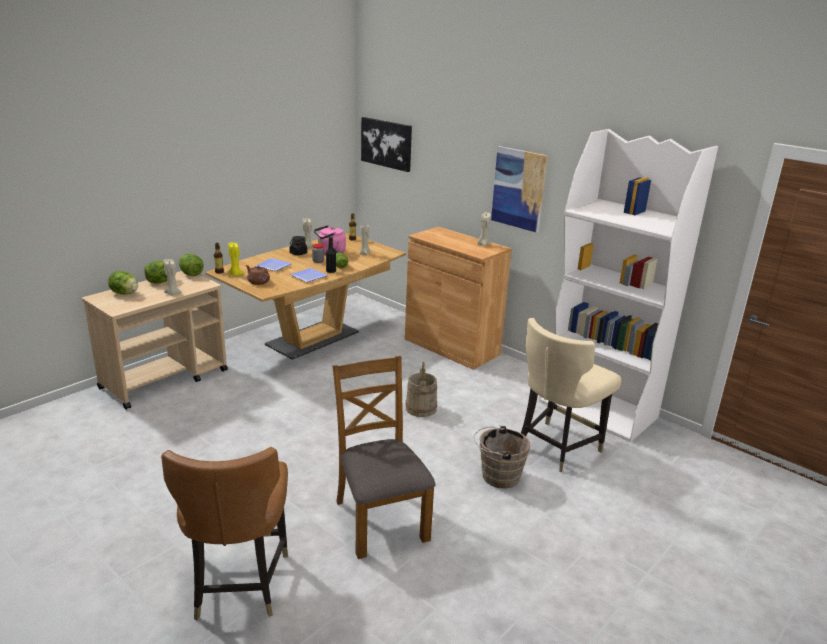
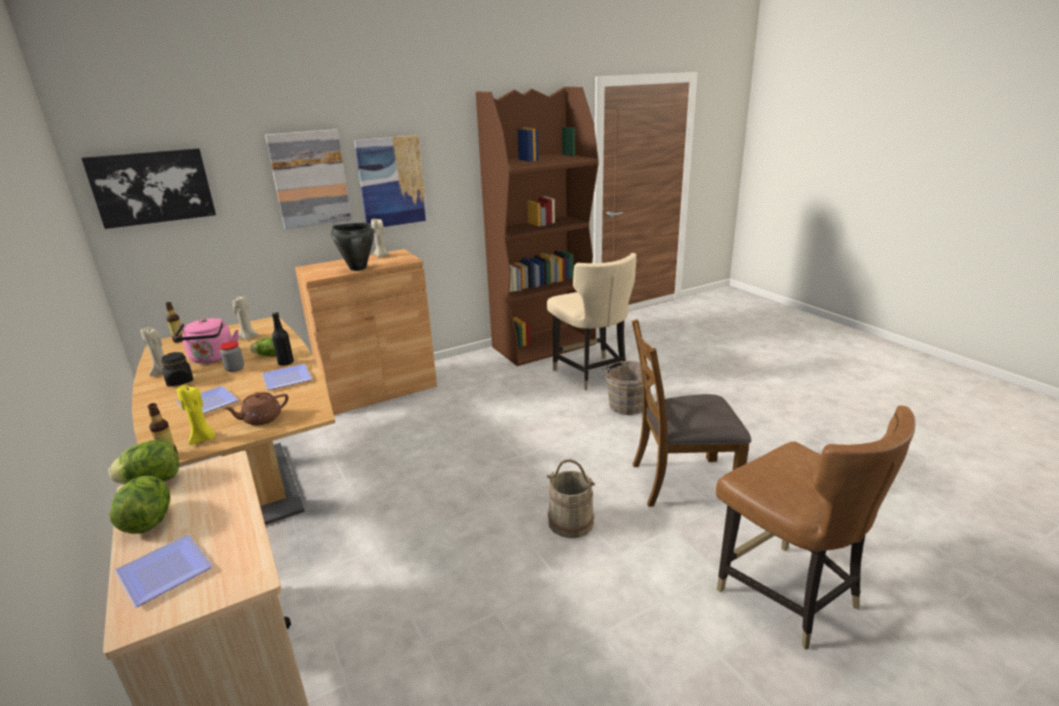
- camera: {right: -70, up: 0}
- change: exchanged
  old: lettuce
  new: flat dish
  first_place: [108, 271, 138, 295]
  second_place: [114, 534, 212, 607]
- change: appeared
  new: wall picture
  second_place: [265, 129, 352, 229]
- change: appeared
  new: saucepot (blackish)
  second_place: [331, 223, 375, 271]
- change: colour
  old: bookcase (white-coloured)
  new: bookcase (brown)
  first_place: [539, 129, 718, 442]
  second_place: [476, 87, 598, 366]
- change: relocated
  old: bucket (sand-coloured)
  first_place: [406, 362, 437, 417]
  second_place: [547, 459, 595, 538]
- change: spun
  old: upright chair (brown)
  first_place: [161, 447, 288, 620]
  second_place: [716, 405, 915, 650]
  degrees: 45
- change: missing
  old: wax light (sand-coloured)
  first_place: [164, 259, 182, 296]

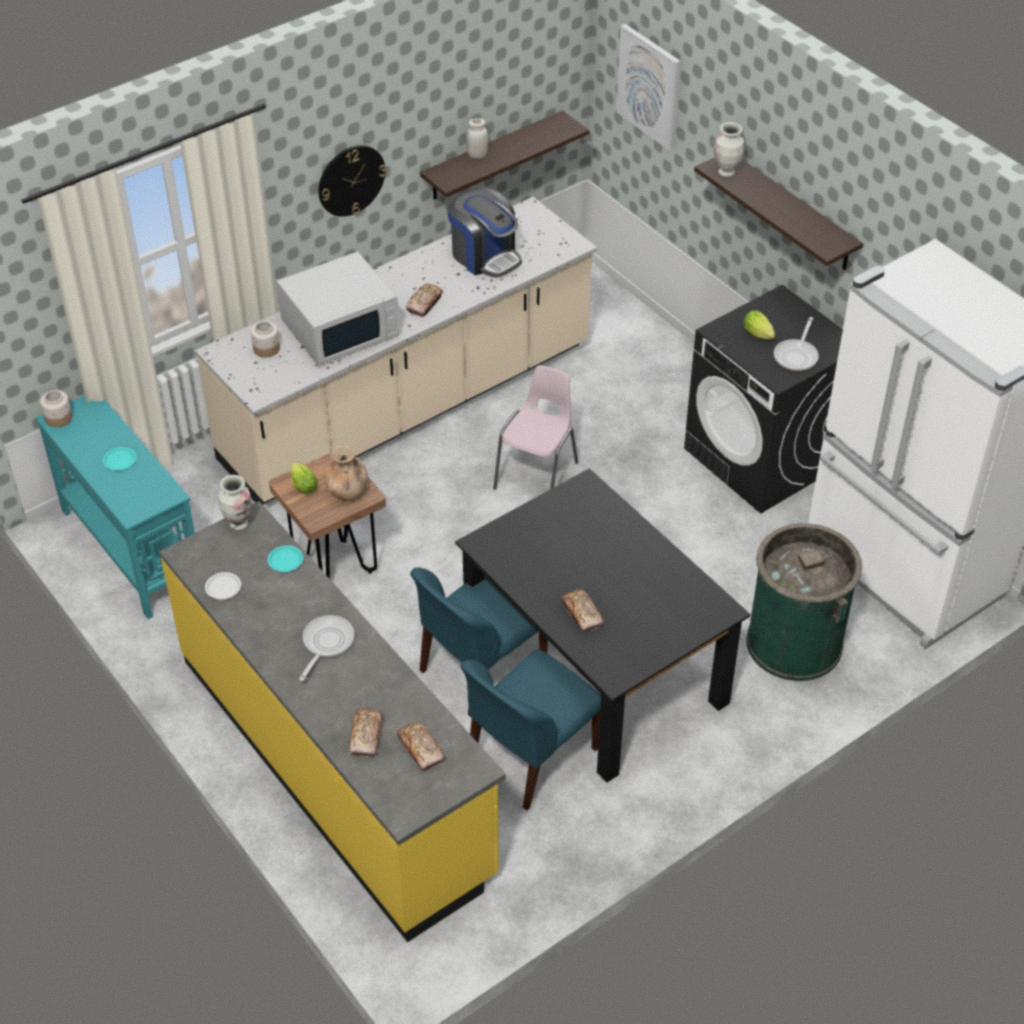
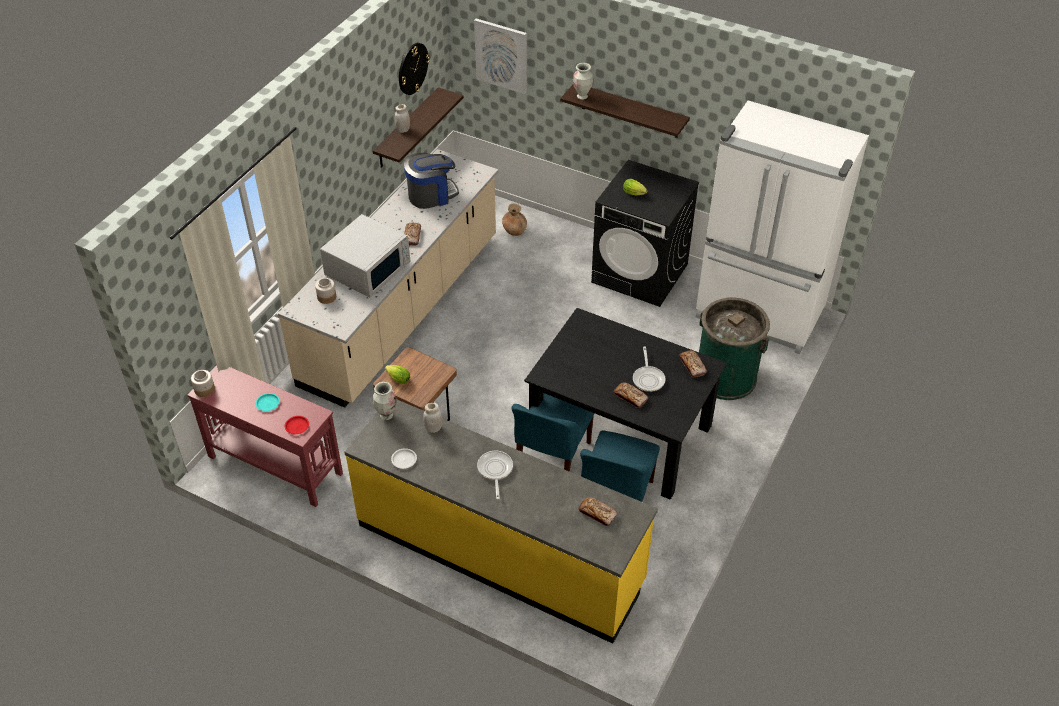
- camera: {right: -25, up: 0}
- change: colour
  old: hall table (turquoise-coloured)
  new: hall table (reddish)
  first_place: [35, 395, 195, 619]
  second_place: [187, 365, 343, 507]
- change: appeared
  new: flat dish (reddish)
  second_place: [285, 416, 309, 434]
- change: relocated
  old: hanging clock
  first_place: [318, 145, 386, 217]
  second_place: [399, 43, 430, 95]
- change: spun
  old: coffee maker
  first_place: [447, 187, 522, 277]
  second_place: [404, 153, 459, 209]
  degrees: -45
- change: exchanged
  old: flat dish (turquoise-coloured)
  new: storage jar (white-coloured)
  first_place: [268, 545, 303, 572]
  second_place: [423, 403, 442, 433]
- change: relocated
  old: vase (brown)
  first_place: [324, 445, 368, 501]
  second_place: [502, 204, 527, 236]
- change: relocated
  old: frying pan
  first_place: [774, 317, 819, 371]
  second_place: [633, 346, 666, 392]
- change: relocated
  old: bakery bread
  first_place: [349, 709, 382, 757]
  second_place: [680, 350, 707, 378]
- change: missing
  old: upright chair (pink)
  first_place: [493, 365, 578, 490]

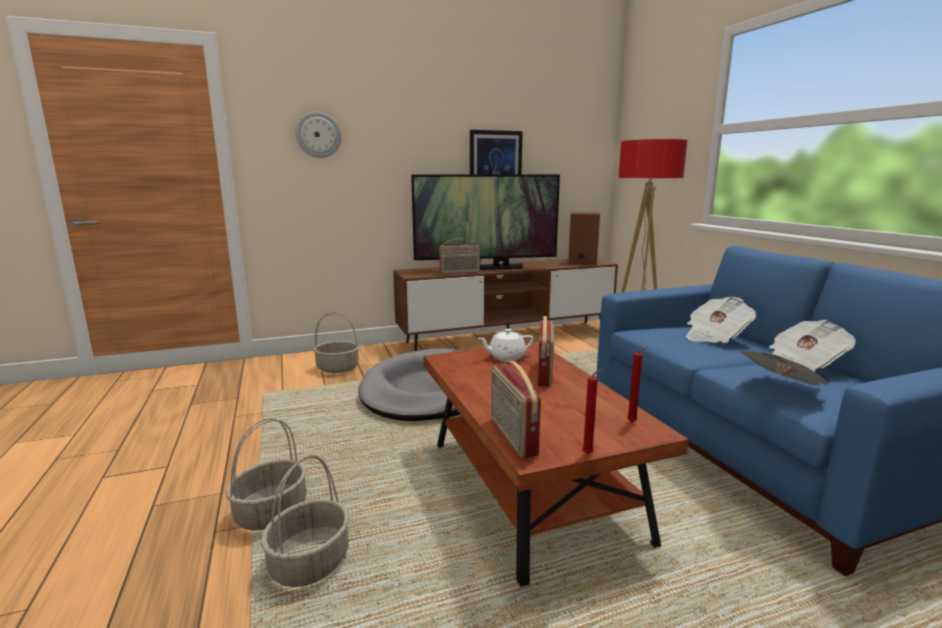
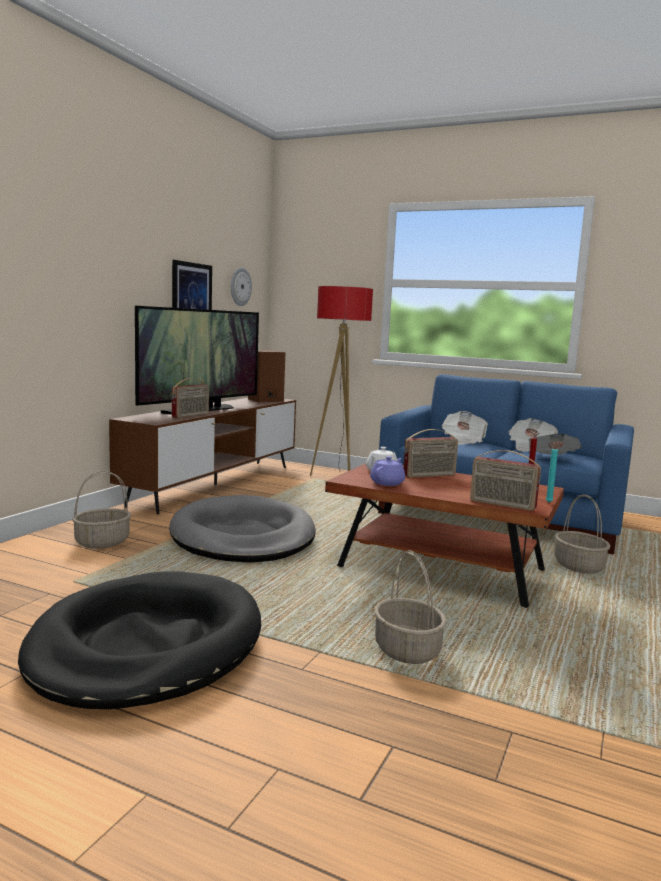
- camera: {right: -45, up: -5}
- change: appeared
  new: dog bed (blackish)
  second_place: [18, 571, 261, 709]
- change: relocated
  old: hanging clock
  first_place: [296, 111, 341, 158]
  second_place: [231, 268, 252, 306]
- change: appeared
  new: tea pot (purple-coloured)
  second_place: [370, 456, 405, 486]
- change: spun
  old: radio receiver
  first_place: [538, 316, 554, 386]
  second_place: [403, 429, 458, 478]
  degrees: 105
- change: colour
  old: wax light (reddish)
  new: wax light (turquoise-coloured)
  first_place: [582, 369, 602, 455]
  second_place: [546, 443, 558, 503]
- change: relocated
  old: basket
  first_place: [226, 418, 307, 530]
  second_place: [555, 494, 610, 574]

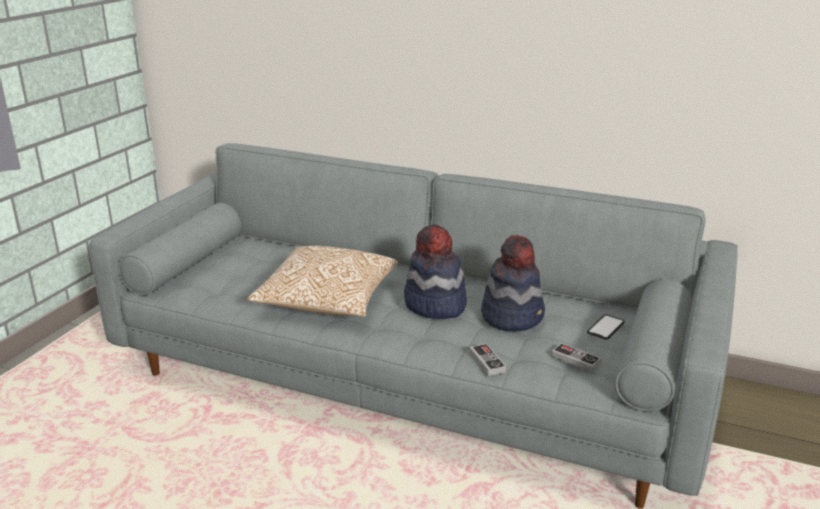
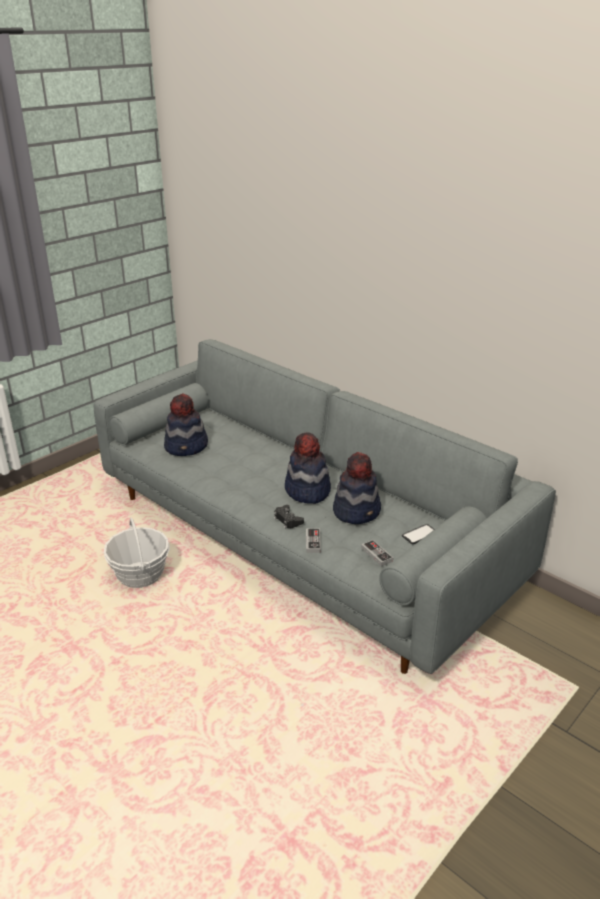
- camera: {right: 20, up: 5}
- change: appeared
  new: basket
  second_place: [104, 518, 170, 588]
- change: appeared
  new: clothing hat
  second_place: [164, 393, 208, 456]
- change: appeared
  new: gamepad (blackish)
  second_place: [274, 505, 304, 529]
- change: missing
  old: cushion
  first_place: [247, 246, 398, 317]

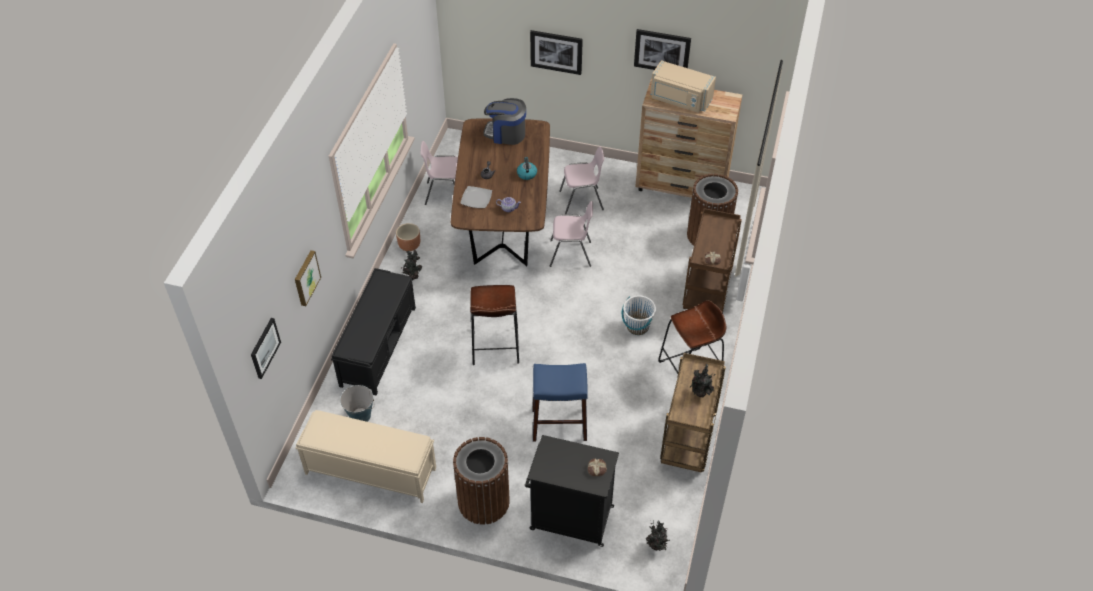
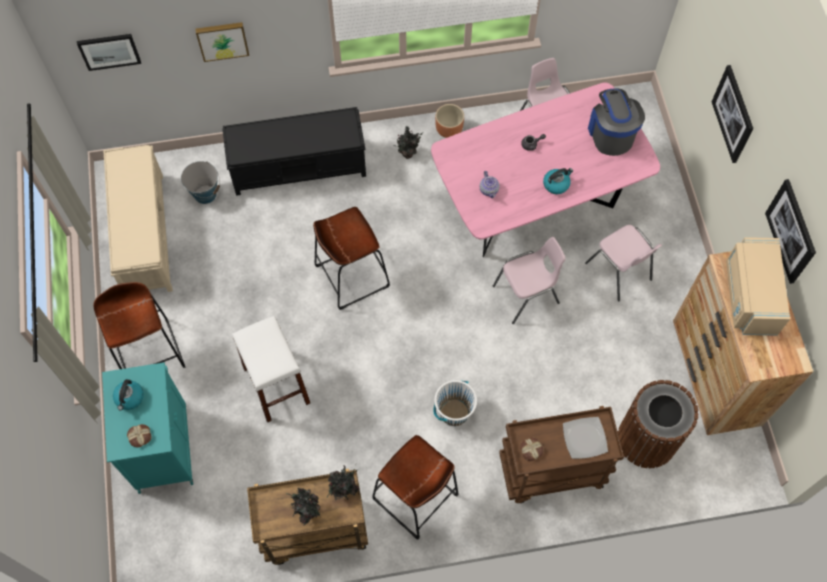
- camera: {right: 65, up: 15}
- change: exchanged
  old: trash can (brown)
  new: stool seat (brown)
  first_place: [453, 437, 510, 525]
  second_place: [93, 282, 185, 369]
- change: colour
  old: cupboard (blackish)
  new: cupboard (turquoise-coloured)
  first_place: [525, 435, 619, 547]
  second_place: [102, 362, 193, 494]
- change: appeared
  new: tea kettle
  second_place: [113, 379, 144, 411]
- change: colour
  old: stool seat (bluish)
  new: stool seat (white-coloured)
  first_place: [533, 363, 588, 441]
  second_place: [232, 316, 311, 423]
- change: relocated
  old: houseplant
  first_place: [646, 520, 670, 551]
  second_place: [327, 465, 360, 500]
- change: colour
  old: dinner table (brown)
  new: dinner table (pink)
  first_place: [451, 118, 550, 266]
  second_place: [431, 82, 660, 257]
- change: spun
  old: upright chair (pink)
  first_place: [550, 201, 593, 267]
  second_place: [493, 237, 566, 324]
  degrees: -90
- change: relocated
  old: flat dish
  first_place: [460, 186, 492, 208]
  second_place: [563, 417, 608, 459]

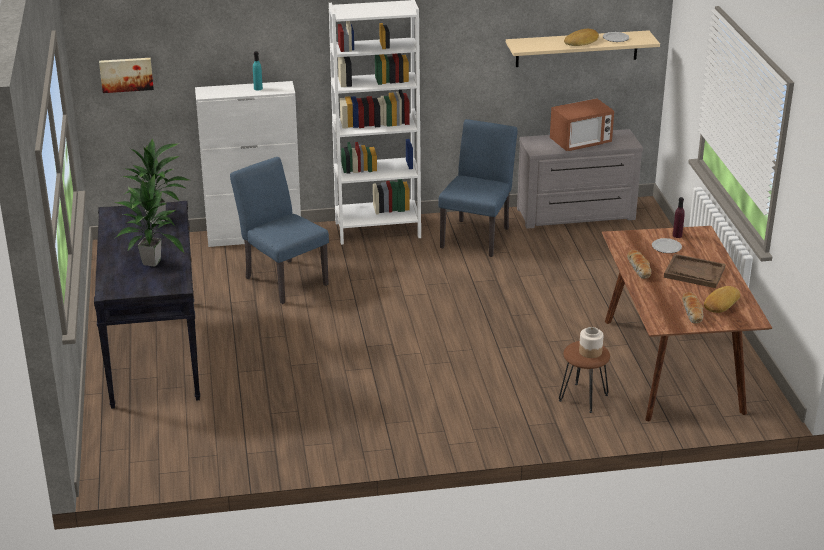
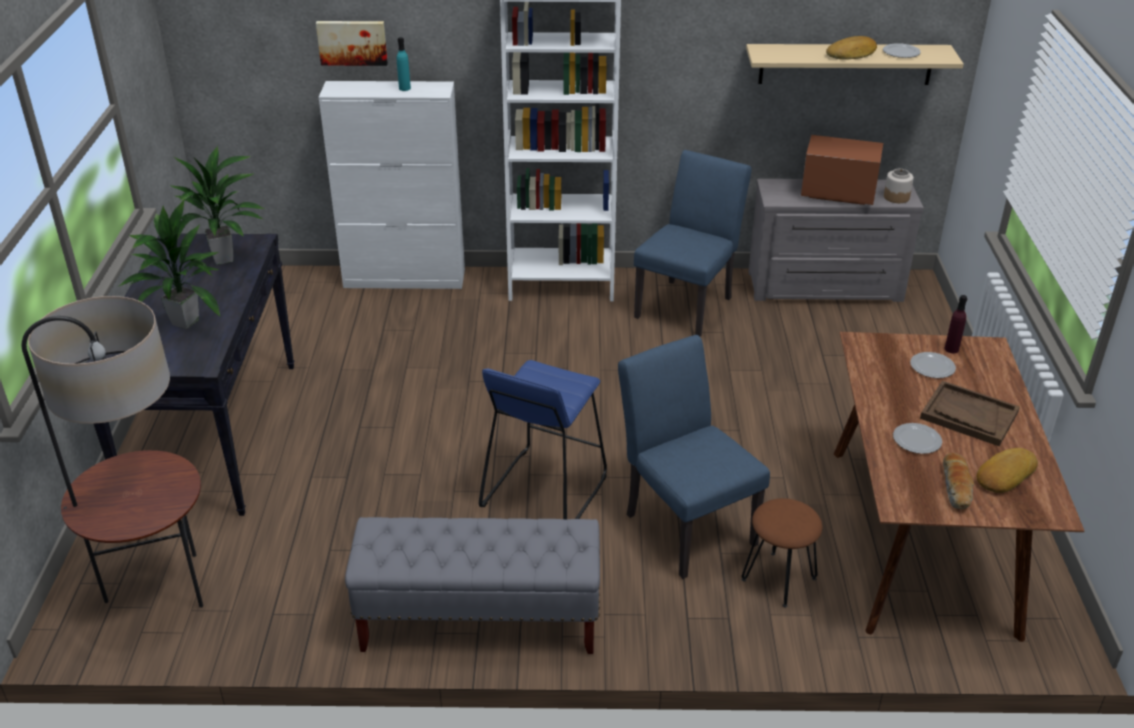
- camera: {right: 10, up: 5}
- change: appeared
  new: floor lamp
  second_place: [21, 296, 203, 608]
- change: relocated
  old: wall picture
  first_place: [99, 58, 154, 93]
  second_place: [316, 21, 388, 66]
- change: appeared
  new: indoor bench (grey)
  second_place: [345, 517, 600, 654]
- change: appeared
  new: stool seat (bluish)
  second_place: [479, 360, 607, 520]
- change: relocated
  old: upright chair (bluish)
  first_place: [230, 157, 329, 304]
  second_place: [618, 335, 770, 579]
- change: spun
  old: kitchen microwave
  first_place: [550, 98, 614, 151]
  second_place: [801, 135, 883, 205]
  degrees: -150
- change: relocated
  old: storage jar
  first_place: [579, 327, 604, 358]
  second_place: [884, 169, 914, 203]
- change: appeared
  new: flat dish
  second_place: [893, 423, 942, 454]
- change: missing
  old: bakery bread
  first_place: [627, 250, 651, 279]

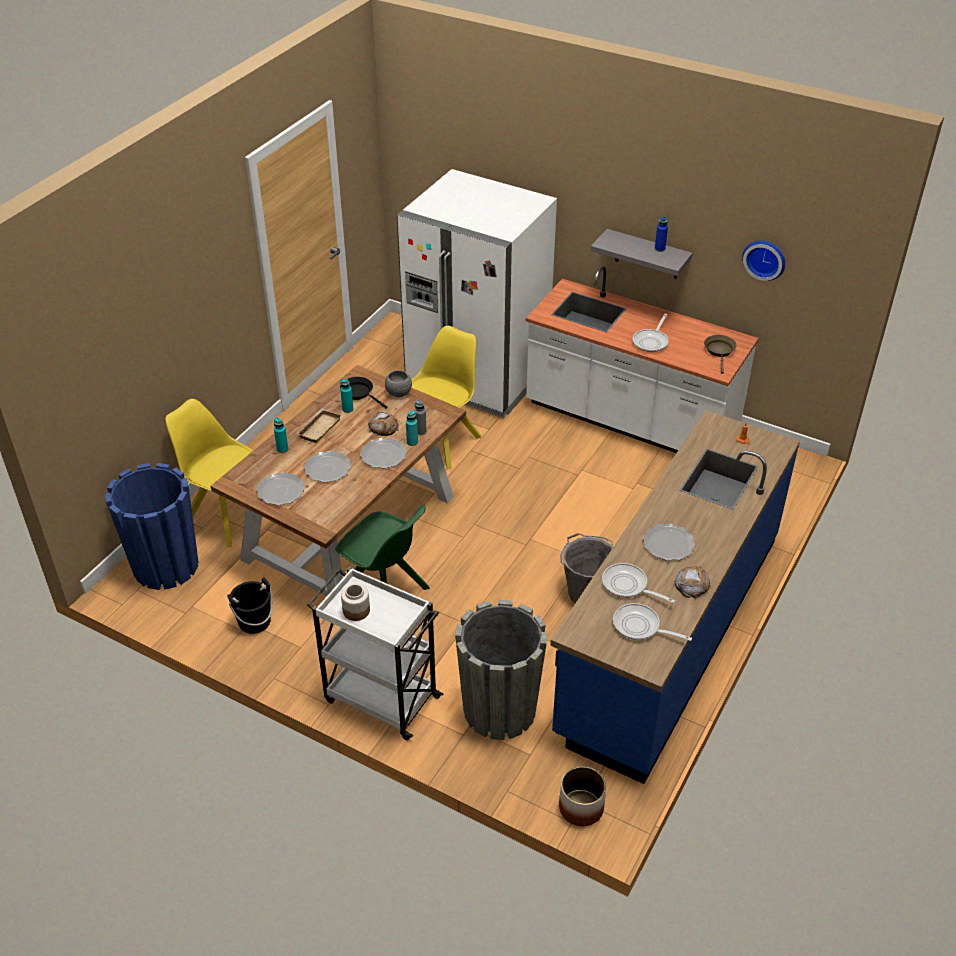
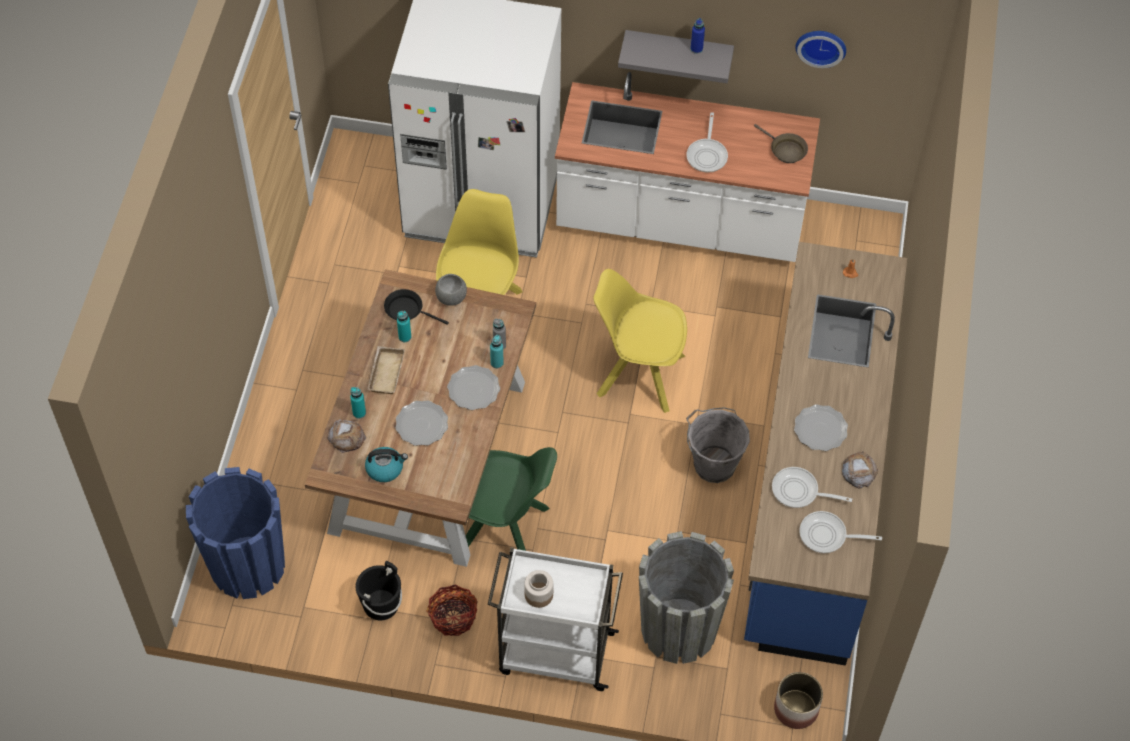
- camera: {right: -20, up: 15}
- change: relocated
  old: bakery bread
  first_place: [368, 411, 399, 436]
  second_place: [328, 419, 366, 453]
- change: exchanged
  old: flat dish
  new: tea kettle
  first_place: [257, 472, 305, 505]
  second_place: [365, 447, 408, 482]
- change: appeared
  new: basket
  second_place: [426, 585, 478, 636]
- change: relocated
  old: upright chair (yellow-coloured)
  first_place: [165, 399, 253, 548]
  second_place: [593, 269, 687, 413]
- change: spun
  old: frying pan (brown)
  first_place: [704, 335, 737, 374]
  second_place: [754, 124, 808, 163]
  degrees: 150

